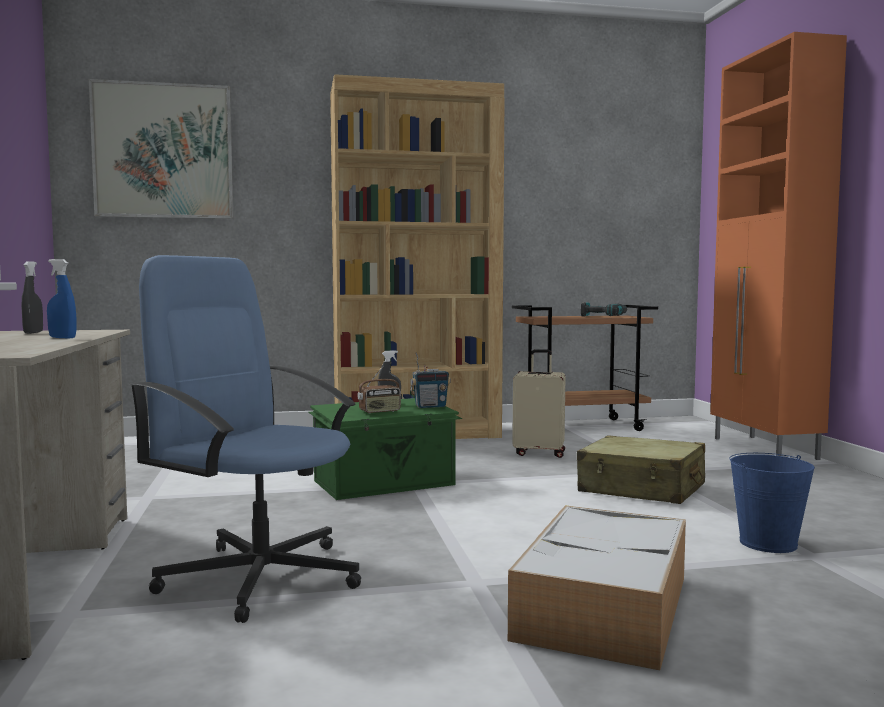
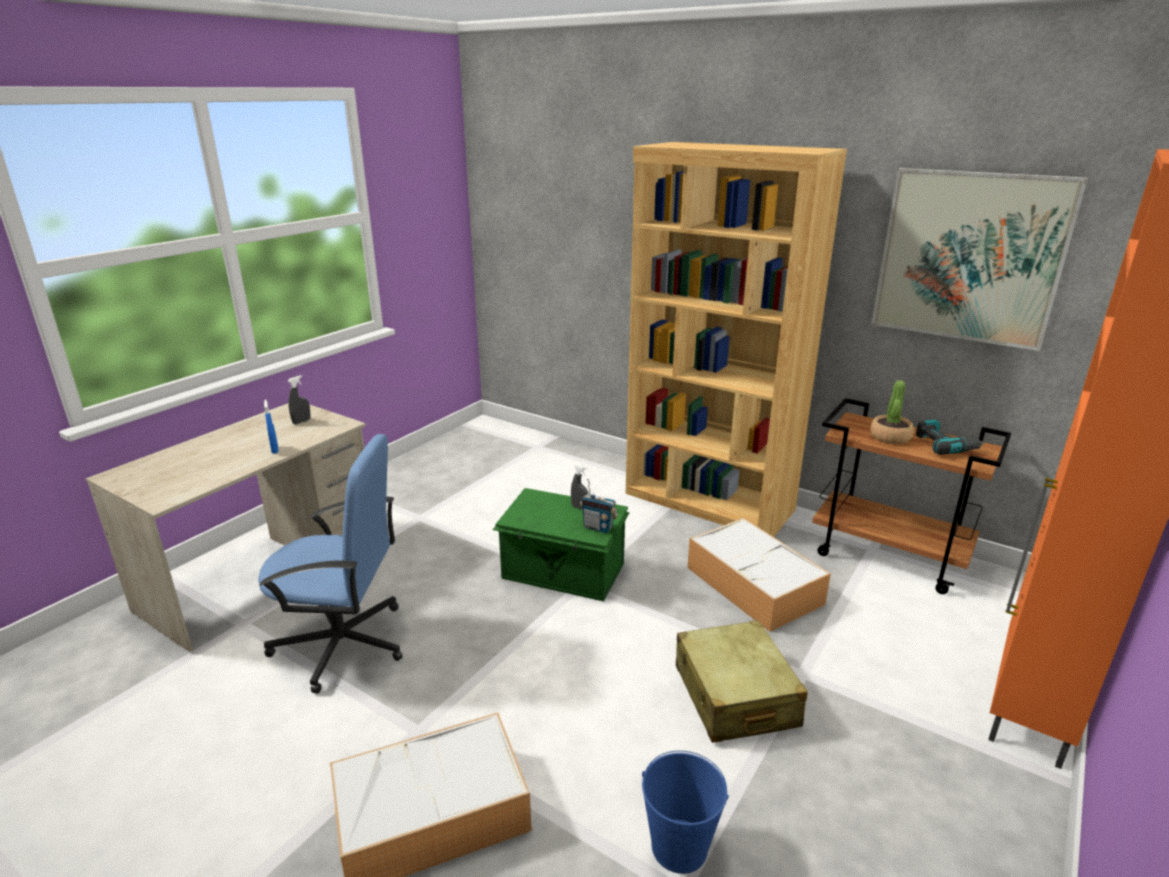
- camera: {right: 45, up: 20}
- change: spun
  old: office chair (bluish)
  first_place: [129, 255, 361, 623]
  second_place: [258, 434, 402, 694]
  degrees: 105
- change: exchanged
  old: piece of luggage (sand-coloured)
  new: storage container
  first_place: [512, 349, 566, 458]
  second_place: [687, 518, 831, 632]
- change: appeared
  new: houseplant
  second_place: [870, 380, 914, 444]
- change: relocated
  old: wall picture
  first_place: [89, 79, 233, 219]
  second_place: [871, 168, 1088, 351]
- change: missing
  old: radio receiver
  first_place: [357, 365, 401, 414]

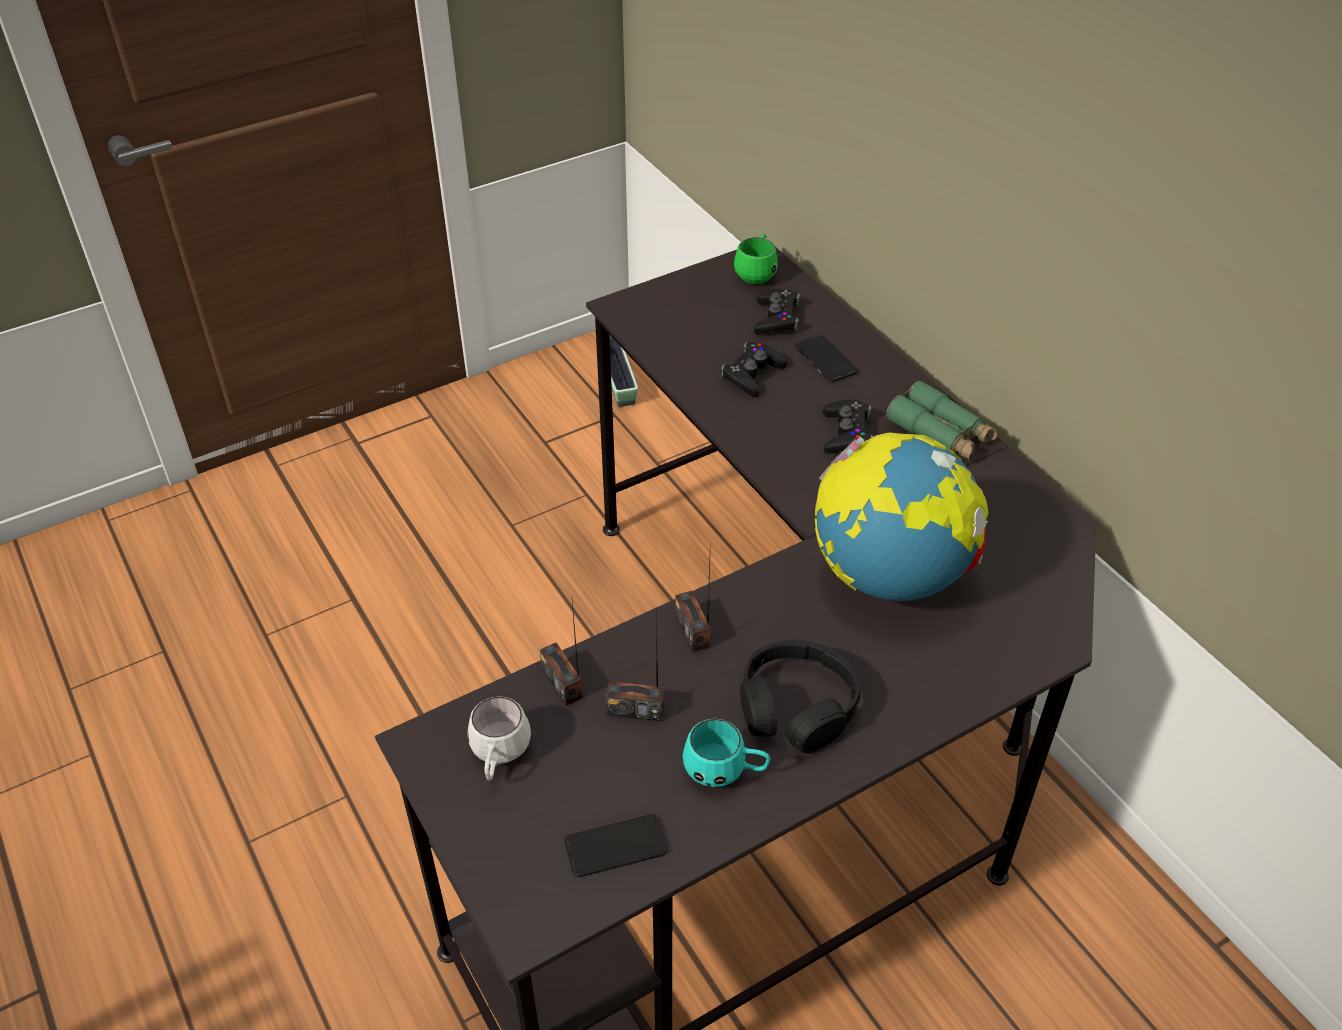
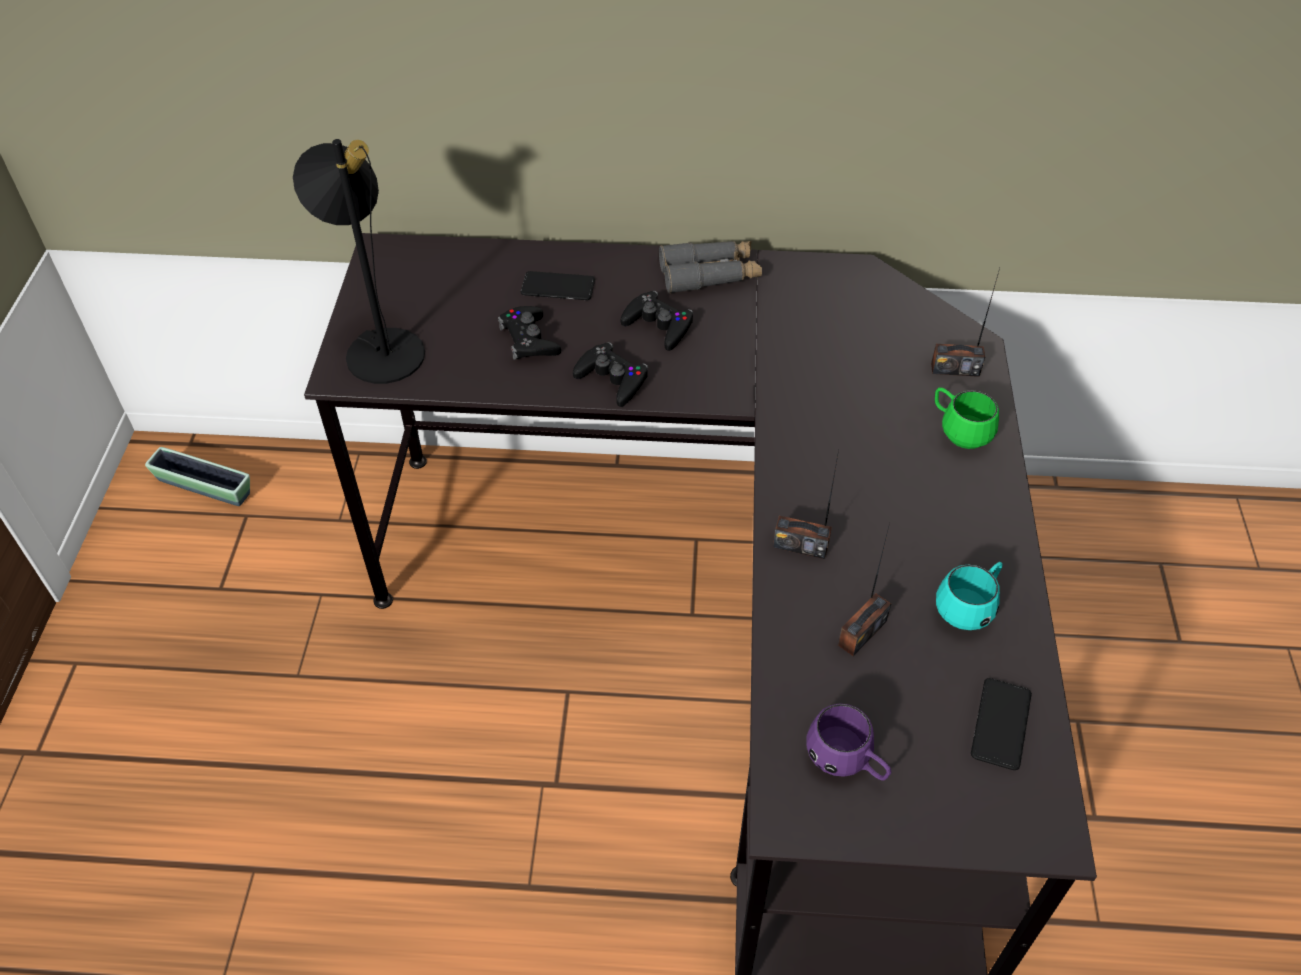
- camera: {right: -55, up: 5}
- change: appeared
  new: lamp for a table (blackish)
  second_place: [293, 139, 425, 384]
- change: relocated
  old: gamepad (blackish)
  first_place: [754, 289, 800, 334]
  second_place: [573, 342, 648, 407]
- change: colour
  old: binoculars (green-coloured)
  new: binoculars (grey)
  first_place: [886, 381, 998, 460]
  second_place: [659, 241, 762, 293]
- change: colour
  old: mug (white-coloured)
  new: mug (purple-coloured)
  first_place: [468, 696, 531, 780]
  second_place: [806, 704, 891, 781]
- change: relocated
  old: radio receiver
  first_place: [540, 602, 583, 706]
  second_place: [931, 268, 1000, 377]
- change: relocated
  old: mug (green-coloured)
  first_place: [734, 234, 778, 284]
  second_place: [935, 388, 999, 449]
- change: missing
  old: headset (blackish)
  first_place: [740, 640, 860, 753]
- change: missing
  old: world globe
  first_place: [815, 432, 989, 601]

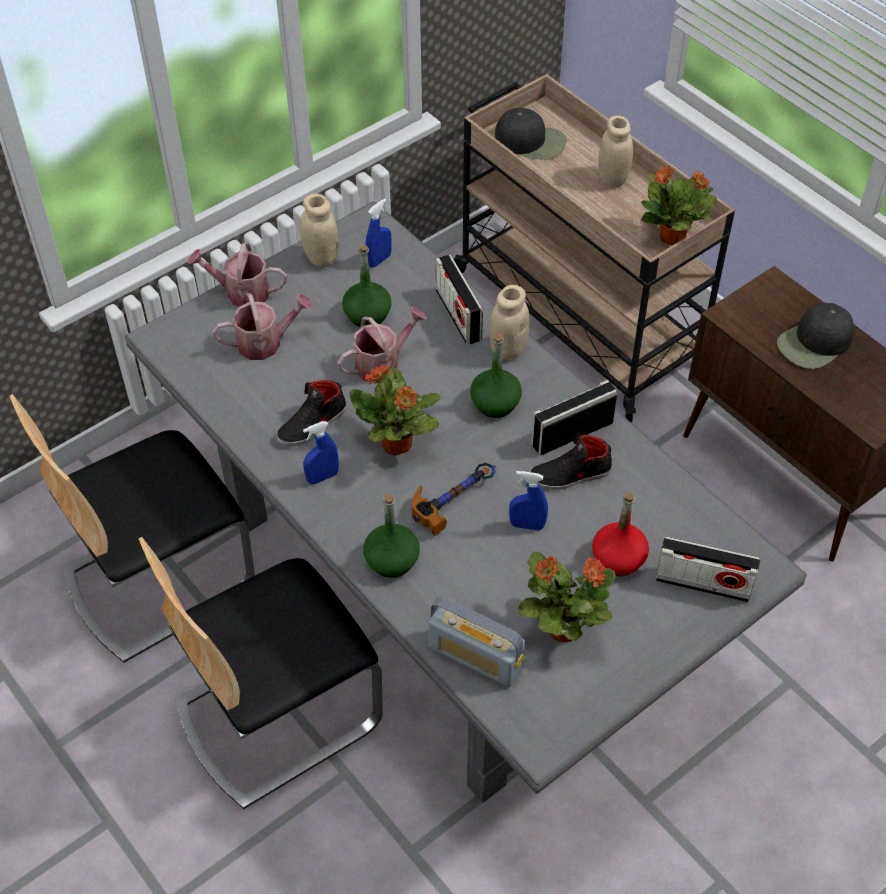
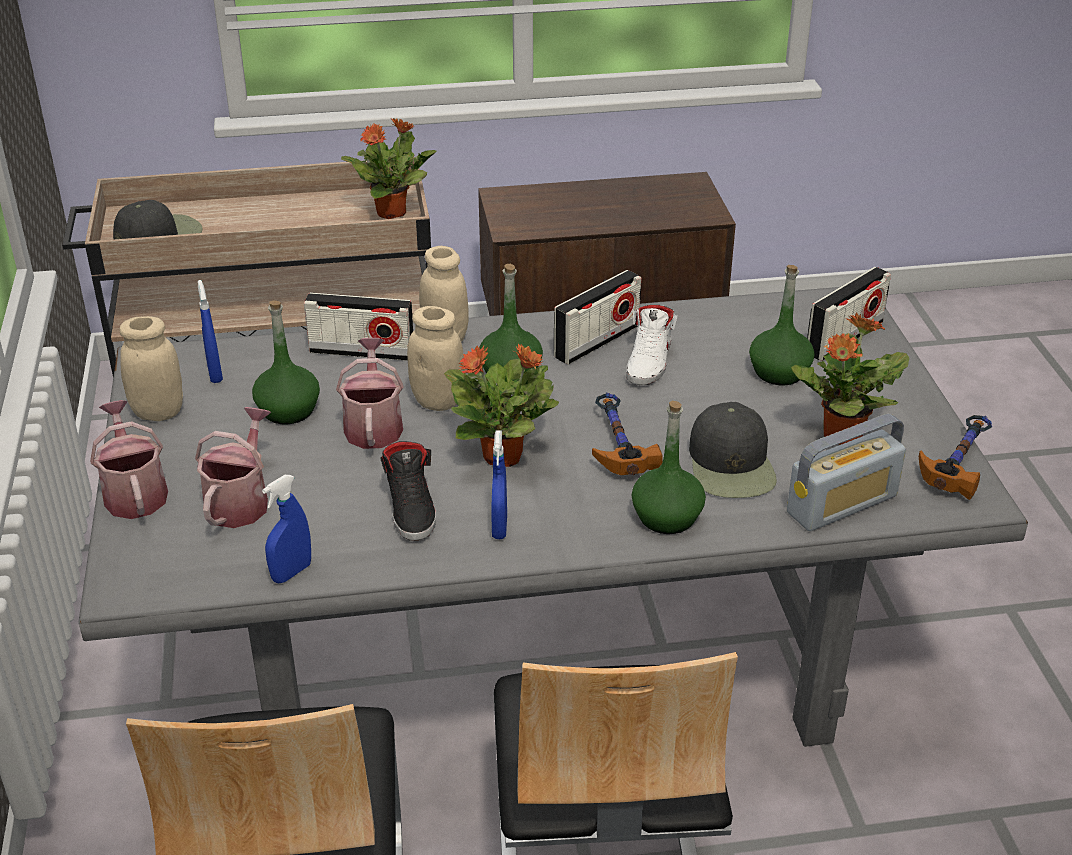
- camera: {right: -60, up: -15}
- change: spun
  old: watering pot
  first_place: [188, 242, 287, 307]
  second_place: [90, 400, 168, 519]
  degrees: 120
- change: relocated
  old: sprayer (bluish)
  first_place: [509, 471, 548, 530]
  second_place: [262, 475, 311, 583]
- change: relocated
  old: storage jar (sand-coloured)
  first_place: [598, 116, 633, 187]
  second_place: [407, 306, 465, 411]
- change: spun
  old: radio receiver
  first_place: [531, 380, 617, 455]
  second_place: [554, 270, 641, 365]
  degrees: -135
- change: colour
  old: shoe (blackish)
  new: shoe (white-coloured)
  first_place: [530, 433, 612, 490]
  second_place: [626, 305, 677, 385]
- change: relocated
  old: peaked cap (blackish)
  first_place: [777, 303, 854, 369]
  second_place: [689, 402, 777, 498]
- change: colour
  old: drink bottle (reddish)
  new: drink bottle (green-coloured)
  first_place: [592, 492, 649, 576]
  second_place: [749, 265, 815, 385]
- change: appeared
  new: tool hammer
  second_place: [919, 415, 992, 500]

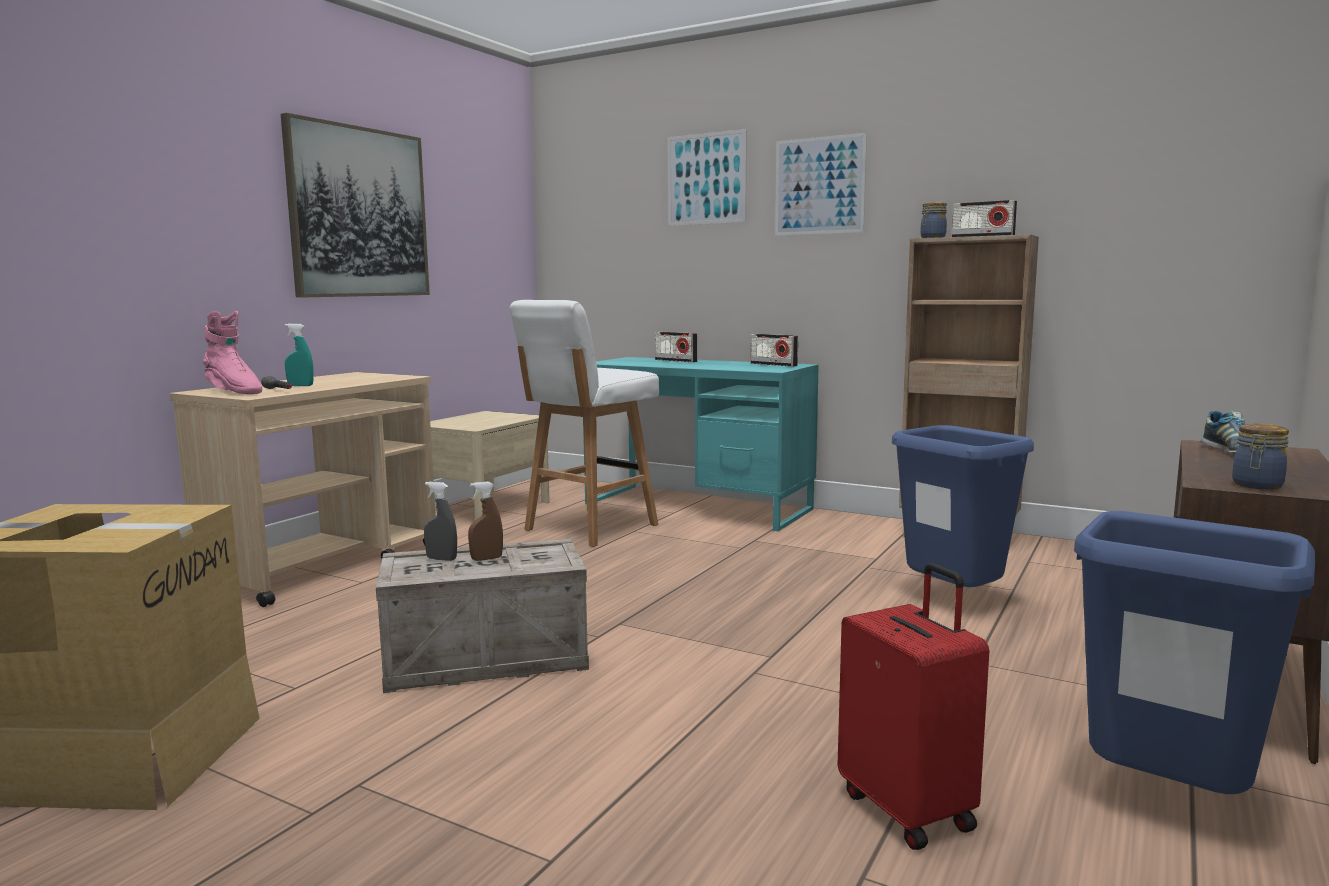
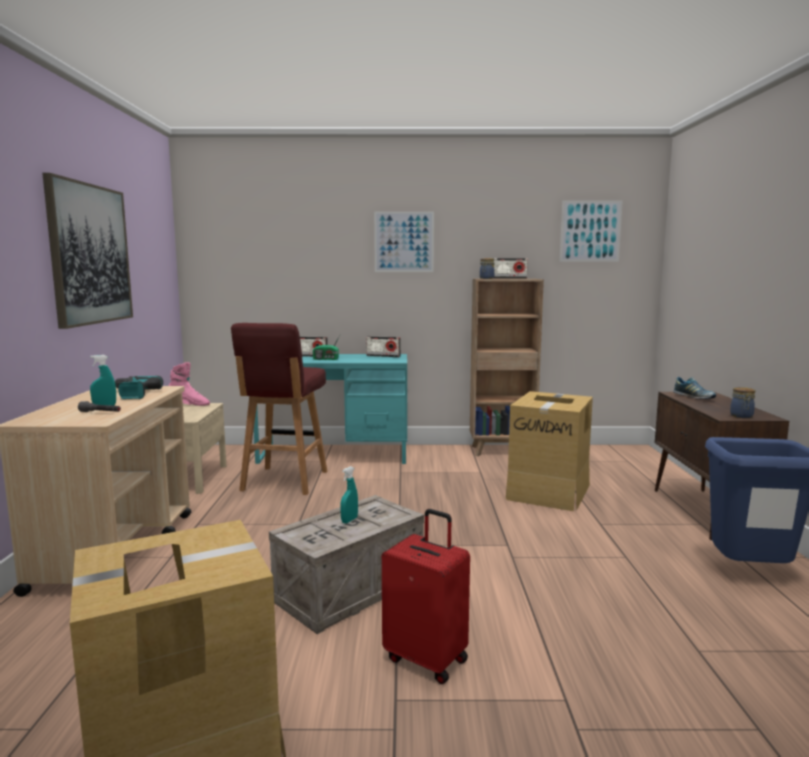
- camera: {right: -30, up: 0}
- change: appeared
  new: drill
  second_place: [115, 376, 163, 399]
- change: relocated
  old: tall boot (pink)
  first_place: [203, 311, 262, 394]
  second_place: [168, 362, 210, 406]
- change: colour
  old: stool seat (white-coloured)
  new: stool seat (reddish)
  first_place: [510, 300, 659, 547]
  second_place: [231, 323, 327, 495]
- change: appeared
  new: radio receiver
  second_place: [313, 335, 340, 360]
- change: colour
  old: sprayer (brown)
  new: sprayer (turquoise-coloured)
  first_place: [468, 481, 503, 561]
  second_place: [340, 466, 358, 523]
- change: relocated
  old: piece of luggage (reddish)
  first_place: [838, 563, 989, 850]
  second_place: [382, 509, 470, 684]
- change: exchanged
  old: trash can (bluish)
  new: packing box
  first_place: [892, 425, 1034, 587]
  second_place: [506, 391, 593, 511]
- change: relocated
  old: wall picture
  first_place: [667, 129, 747, 226]
  second_place: [560, 201, 623, 262]
- change: missing
  old: sprayer (grey)
  first_place: [424, 482, 457, 561]

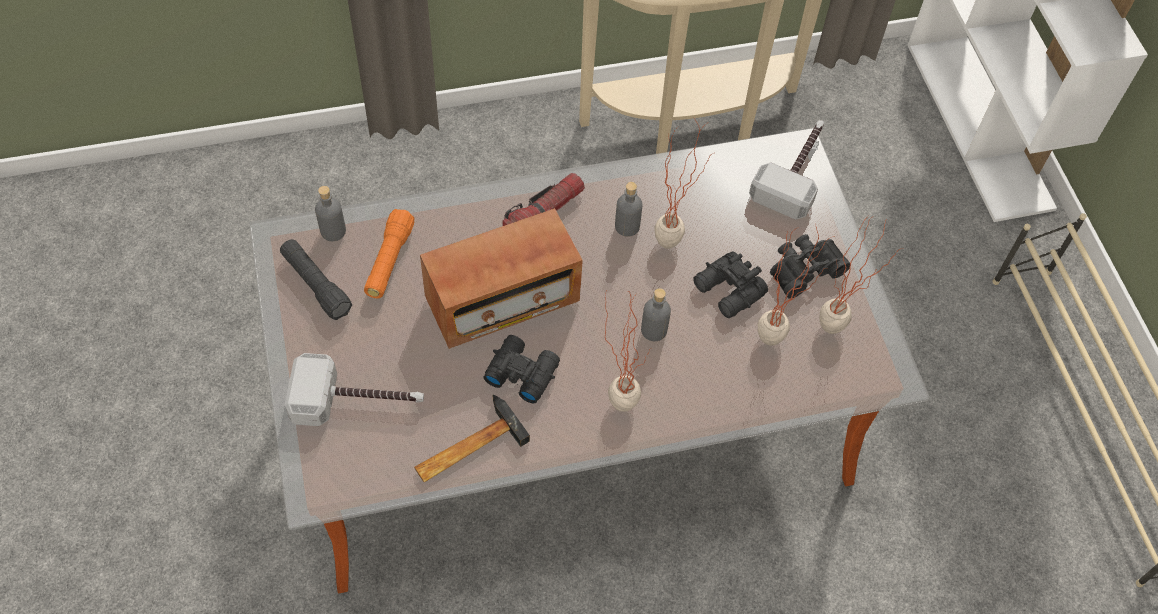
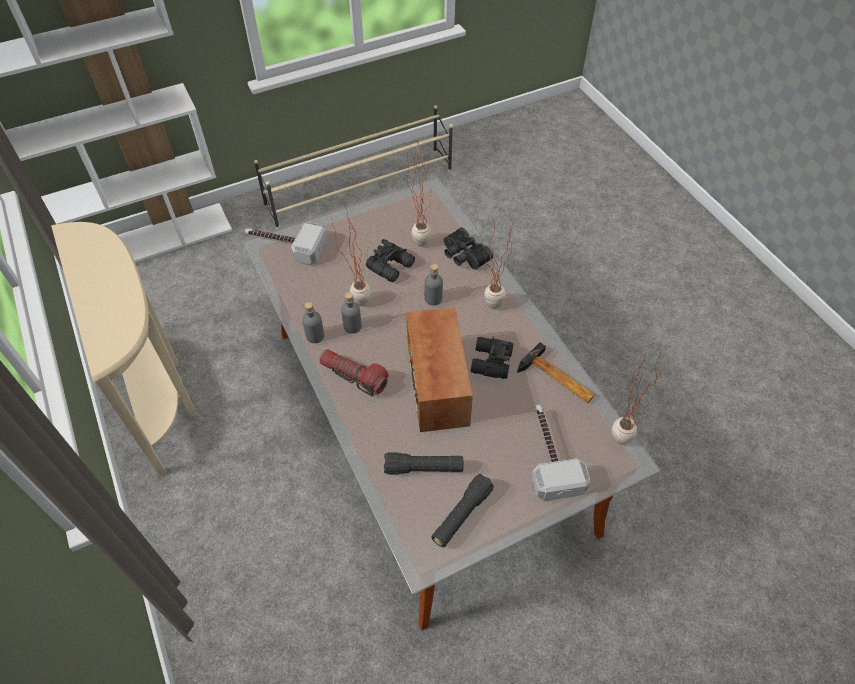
- camera: {right: -100, up: -5}
- change: relocated
  old: drink bottle (grey)
  first_place: [315, 186, 346, 241]
  second_place: [302, 302, 324, 343]
- change: colour
  old: hand torch (orange)
  new: hand torch (blackish)
  first_place: [364, 209, 415, 299]
  second_place: [384, 452, 464, 474]
- change: spun
  old: radio receiver
  first_place: [420, 208, 583, 349]
  second_place: [406, 307, 473, 432]
  degrees: -150
- change: relocated
  old: binoculars (blackish)
  first_place: [770, 234, 850, 299]
  second_place: [444, 227, 493, 270]
- change: relocated
  old: houseplant
  first_place: [819, 216, 900, 334]
  second_place: [611, 344, 672, 444]

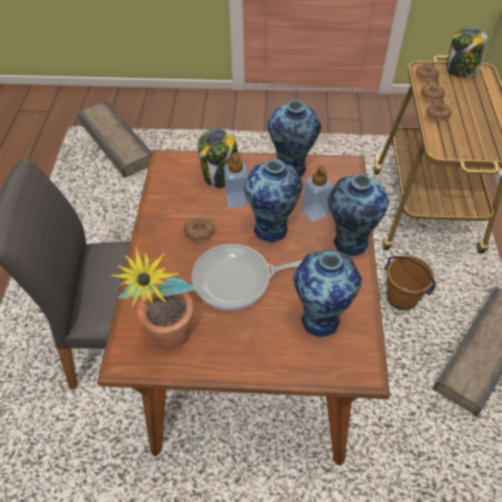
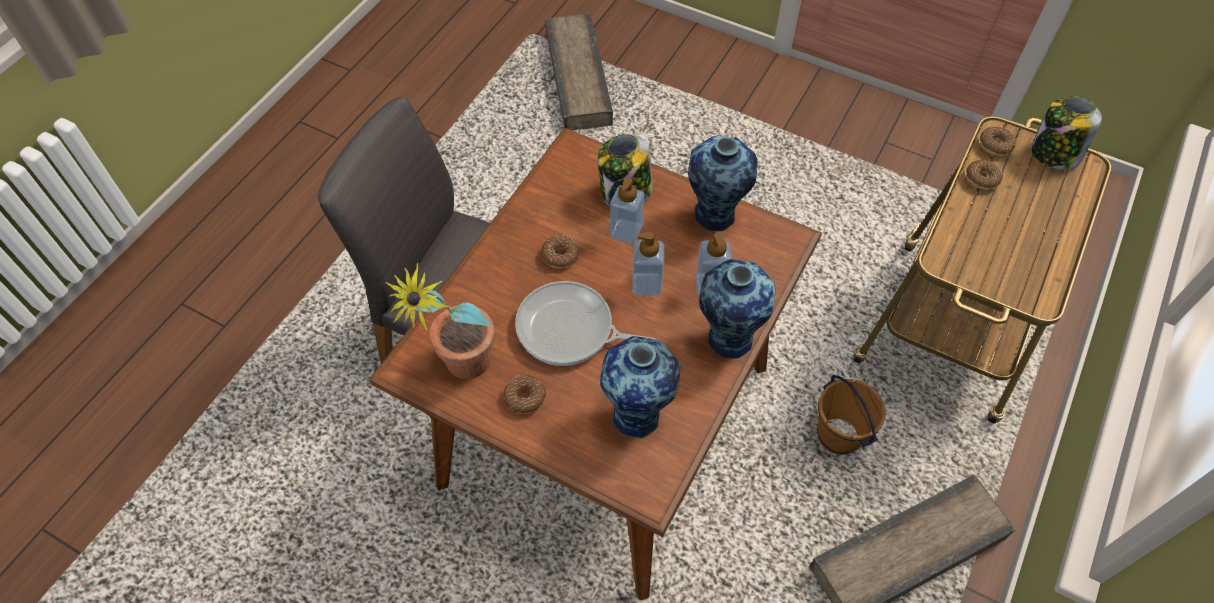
- camera: {right: 25, up: 5}
- change: relocated
  old: ring doughnut
  first_place: [426, 102, 452, 121]
  second_place: [503, 375, 546, 414]
- change: exchanged
  old: vase
  new: soap dispenser
  first_place: [244, 159, 303, 244]
  second_place: [632, 232, 664, 296]

